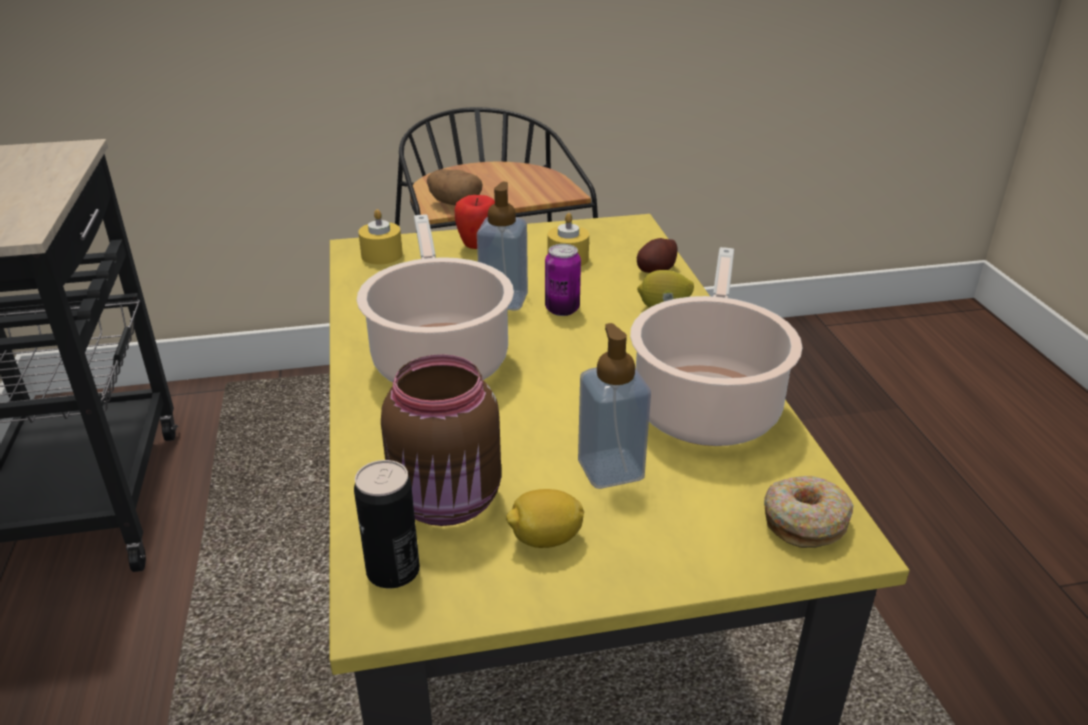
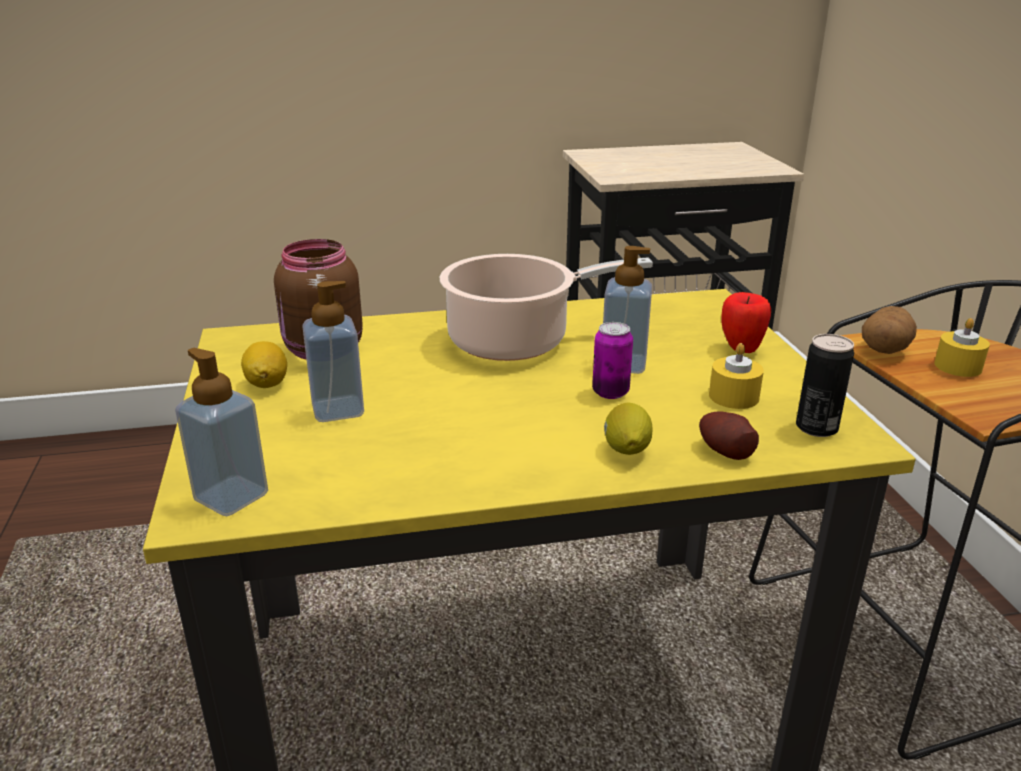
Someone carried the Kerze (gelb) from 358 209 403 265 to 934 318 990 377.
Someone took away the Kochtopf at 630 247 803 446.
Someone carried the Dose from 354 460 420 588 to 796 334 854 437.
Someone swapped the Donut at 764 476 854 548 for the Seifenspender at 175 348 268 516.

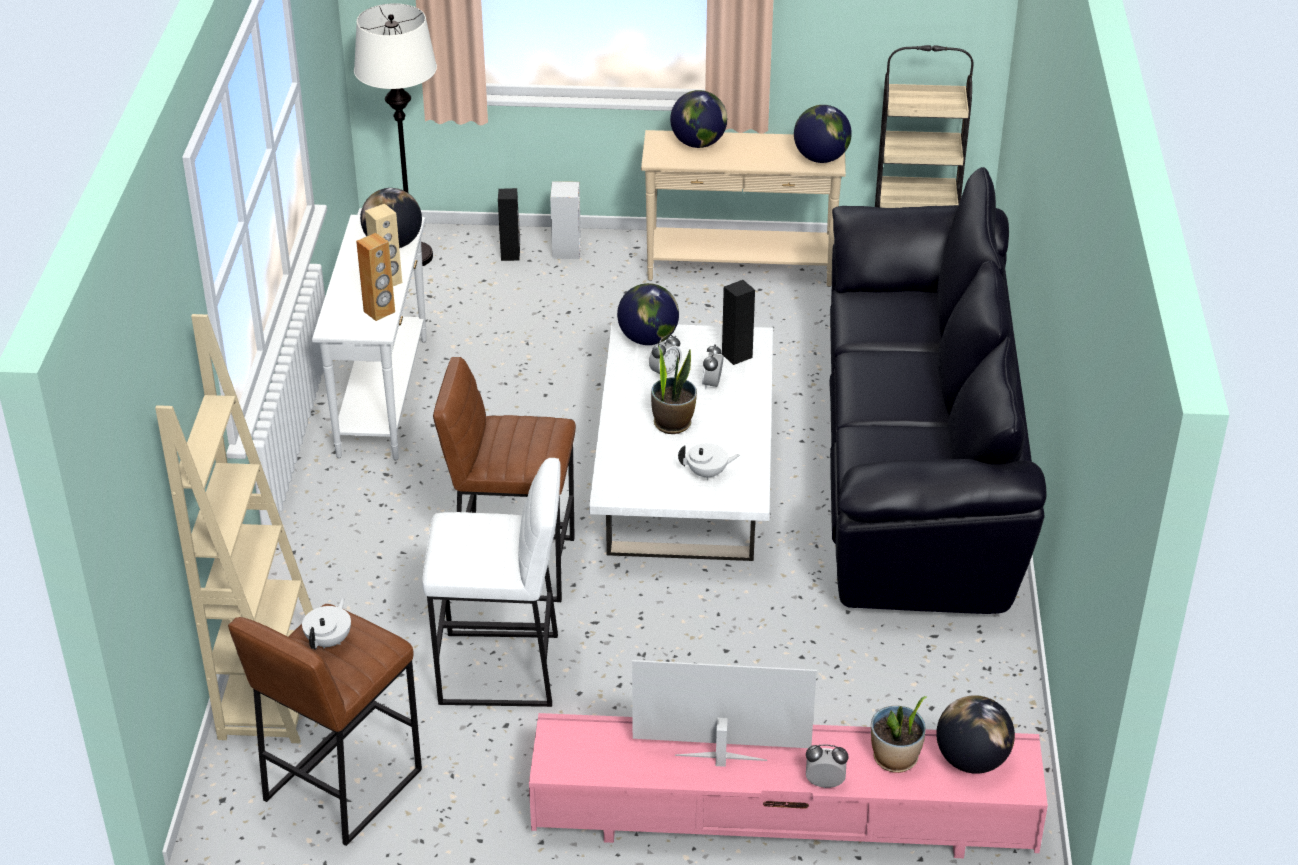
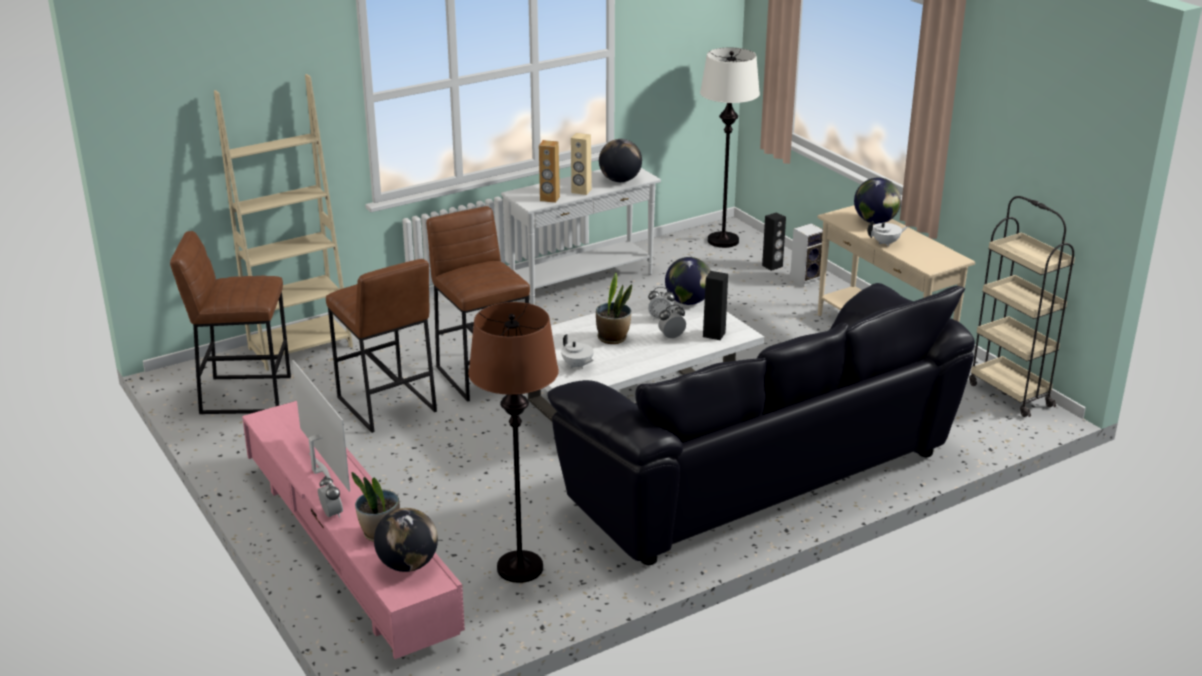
Someone took away the Globus at 794 105 852 163.
Someone repainted the Hocker (weiß) at 423 458 561 707, which became the Hocker (braun) at 326 259 437 433.
Someone carried the Teekanne (weiß) from 302 598 351 650 to 867 221 908 247.
Someone put down the Stehlampe (braun) at 468 302 559 583.

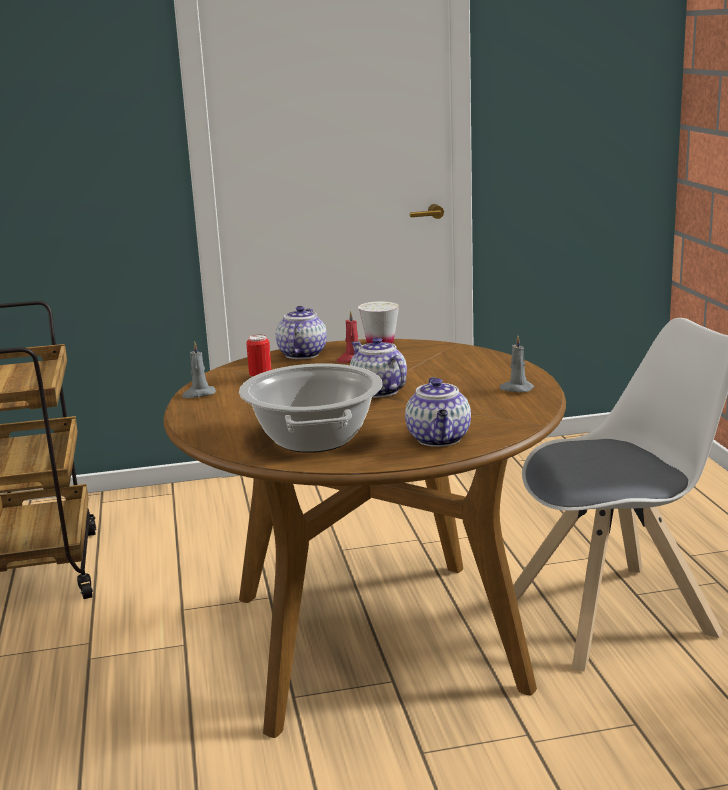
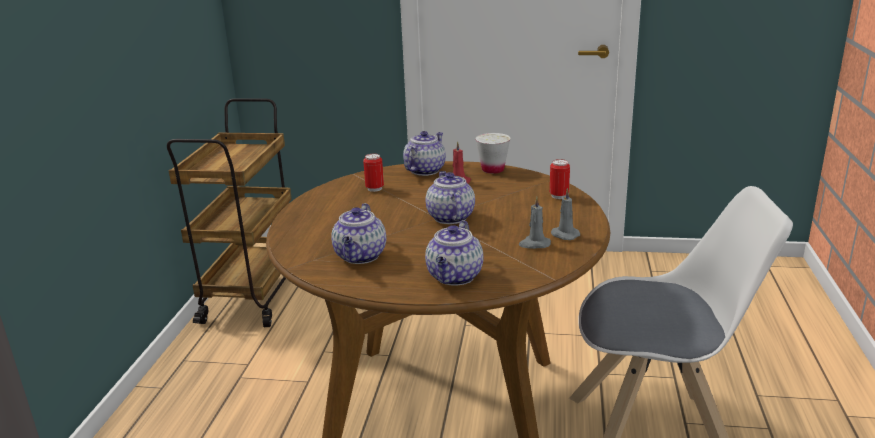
Someone carried the Kerze (grau) from 182 341 216 398 to 518 197 551 249.
Someone swapped the Kochtopf at 239 363 383 453 for the Teekanne at 331 203 386 264.
Someone put down the Dose at 550 159 570 199.

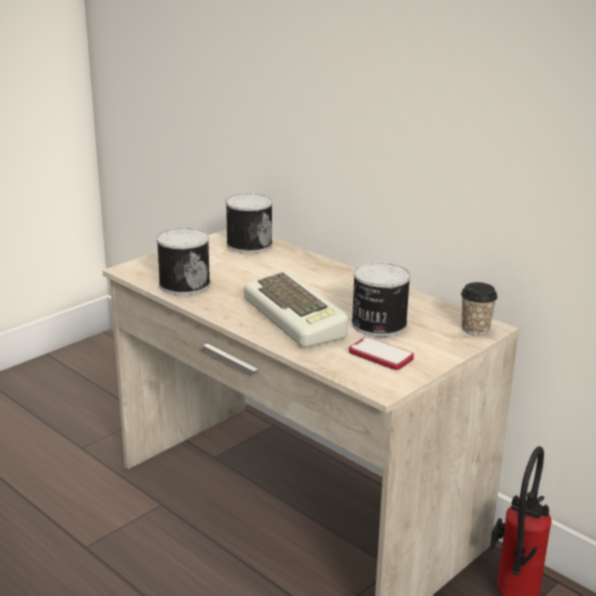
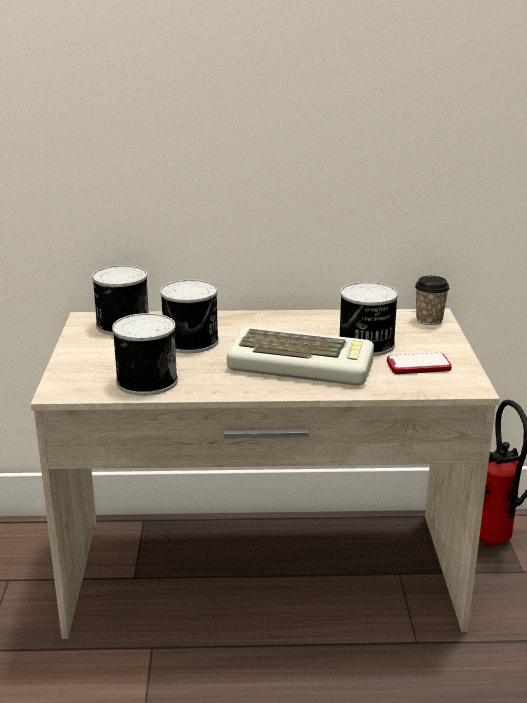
Someone put down the Dose at 160 279 219 353.

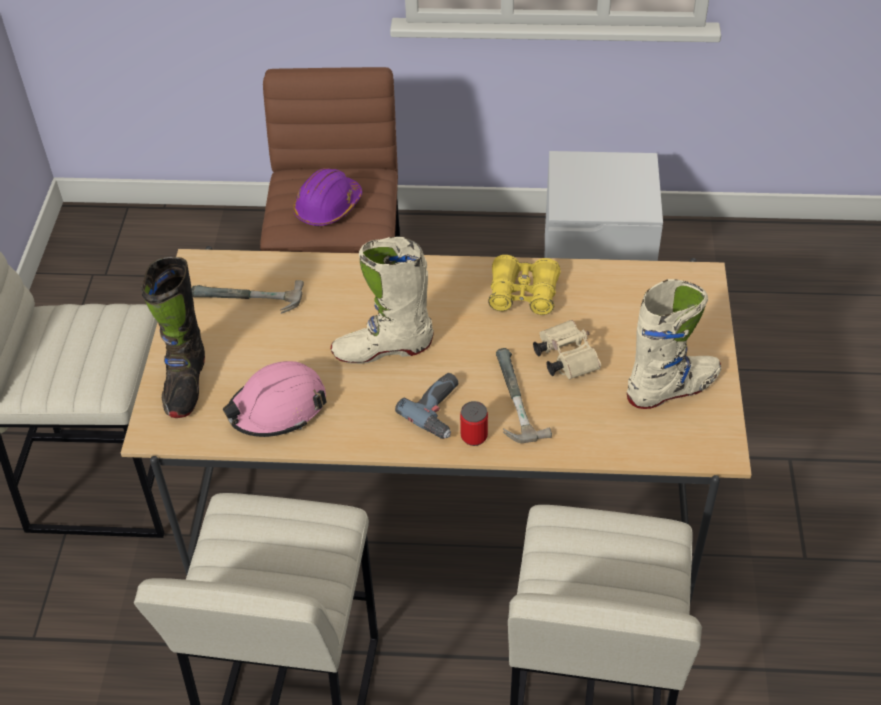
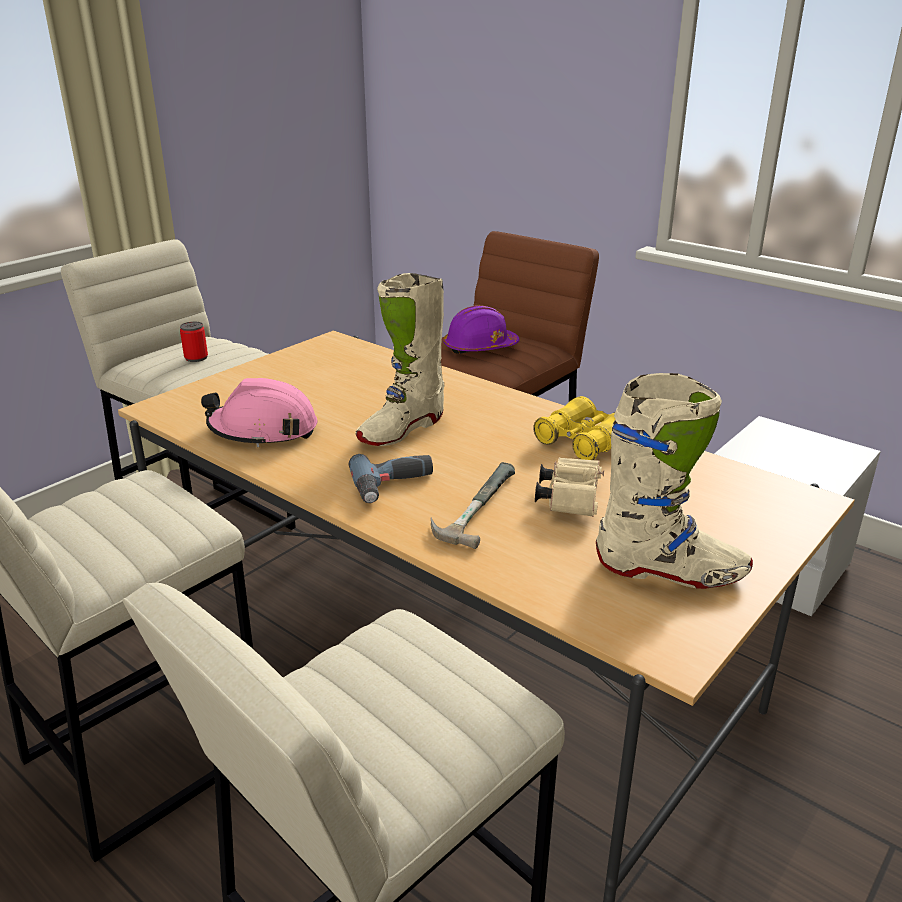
Someone rotated the Stiefel (beige) at 331 237 434 364 by 75 degrees counterclockwise.
Someone took away the Stiefel (schwarz) at 141 257 205 418.
Someone took away the Hammer at 192 280 304 314.
Someone carried the Dose from 460 401 488 446 to 180 322 208 362.

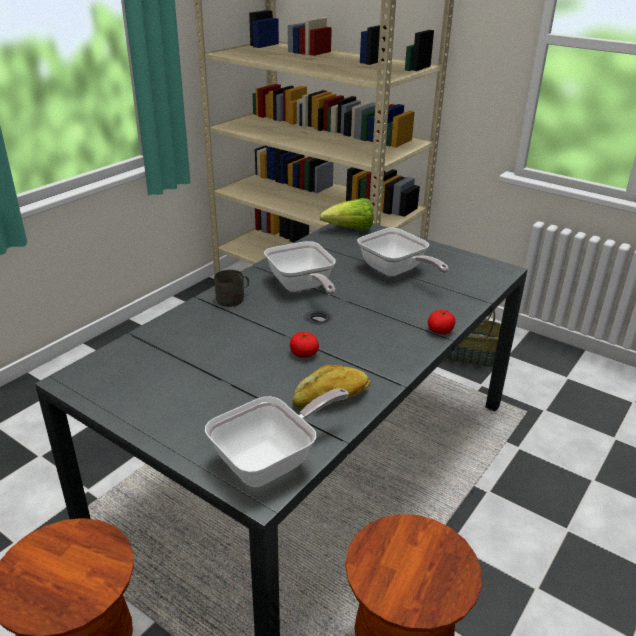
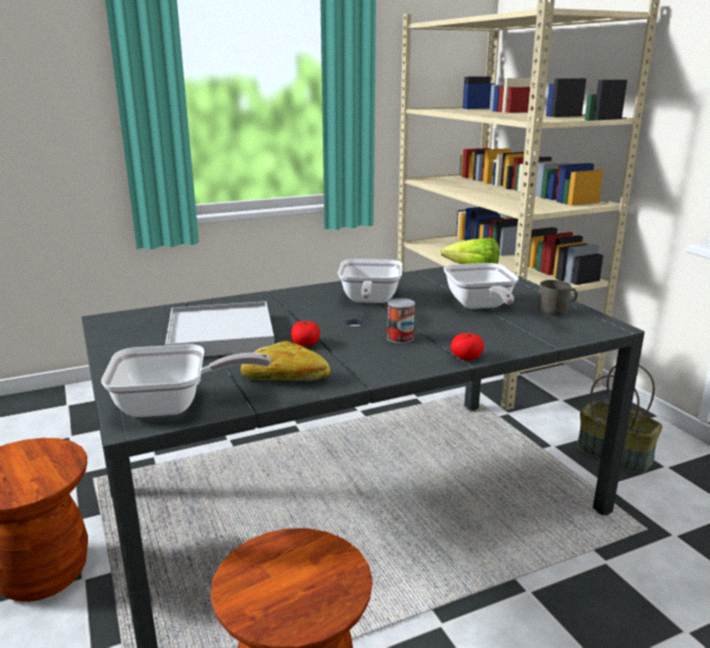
Someone carried the Henkelbecher (grau) from 214 270 249 307 to 538 280 577 316.
Someone put down the Dose at 387 298 415 343.
Someone put down the Tablett (weiß) at 165 301 274 357.

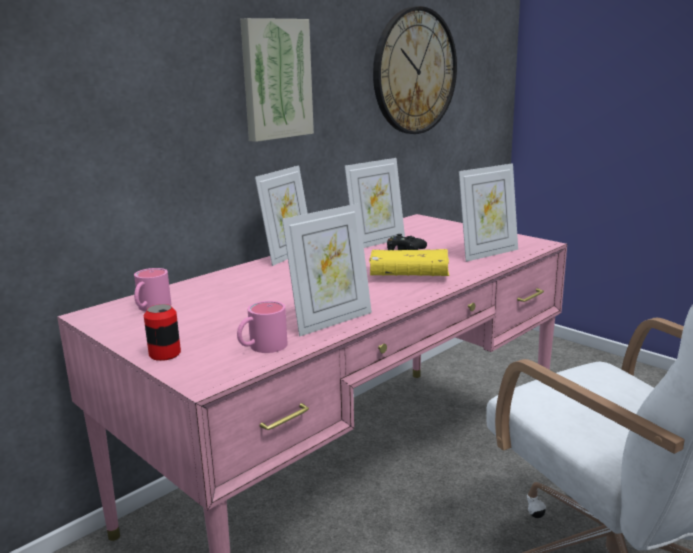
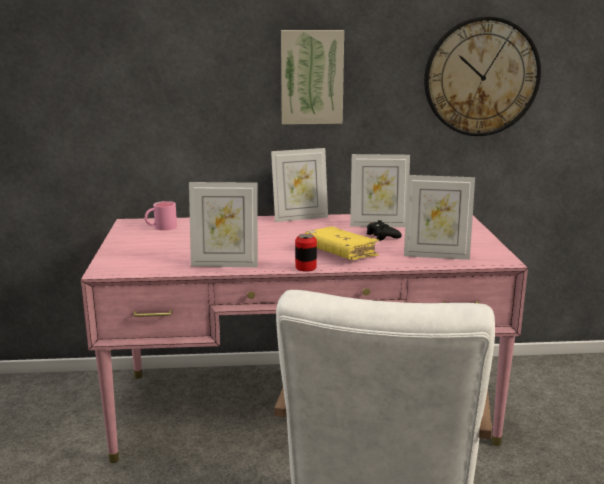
Someone took away the Henkelbecher (rosa) at 237 301 288 353.
Someone carried the Dose from 144 304 181 361 to 295 234 317 272.

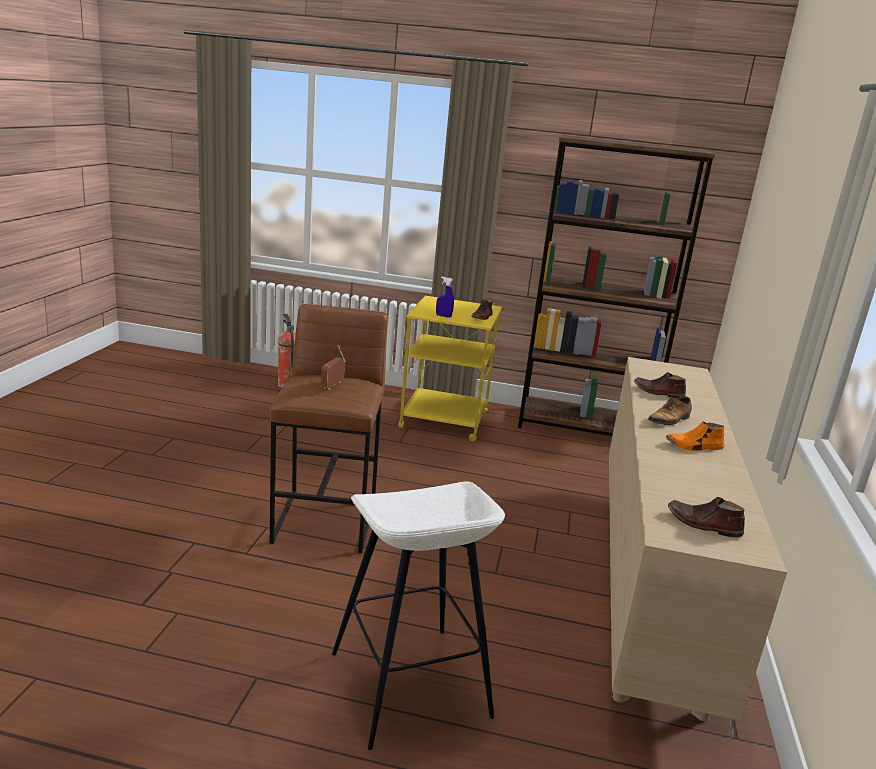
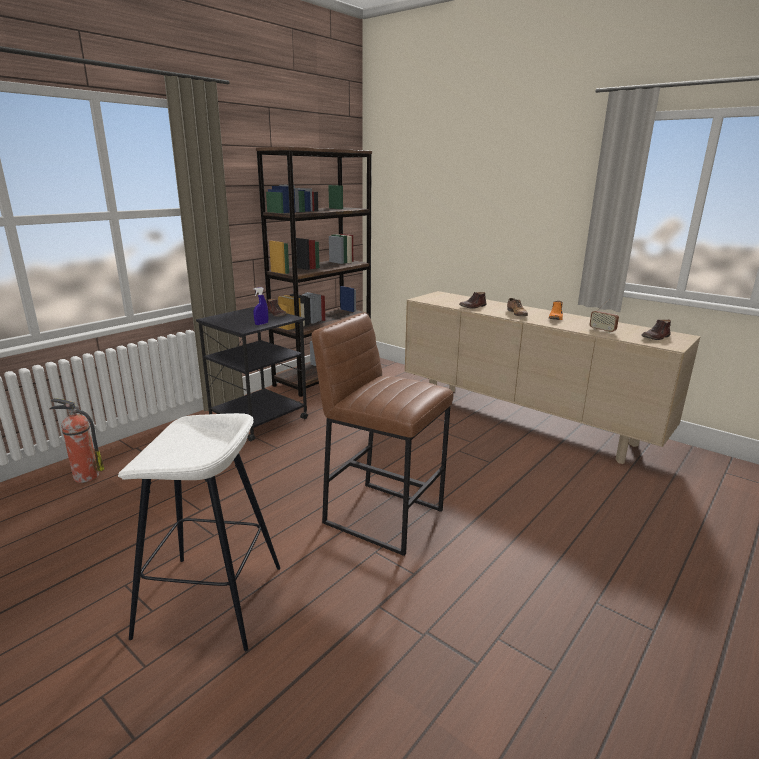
Someone repainted the Rollwagen (gelb) at 398 296 502 442, which became the Rollwagen (schwarz) at 196 306 308 441.
Someone carried the Radio from 321 345 346 390 to 589 299 619 333.
Someone carried the Hocker (weiß) from 332 481 505 750 to 118 413 281 651.

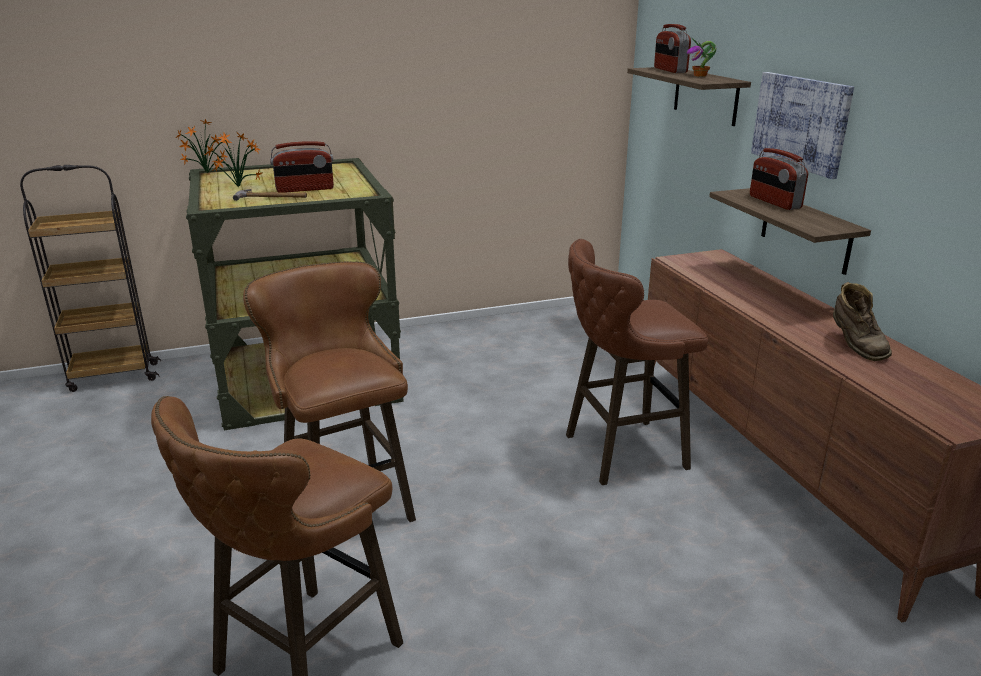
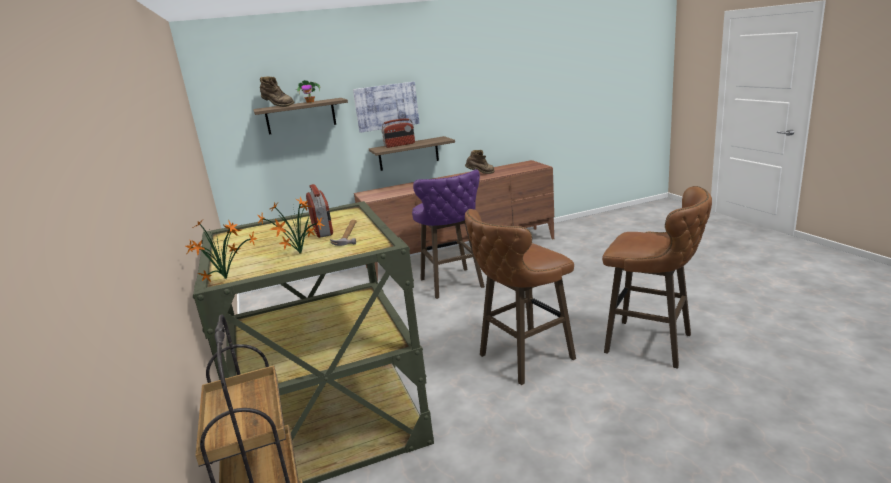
Someone swapped the Radio at 654 24 691 73 for the Stiefel (braun) at 260 77 294 107.
Someone repainted the Hocker (braun) at 566 239 708 485, which became the Hocker (lila) at 412 169 485 299.

